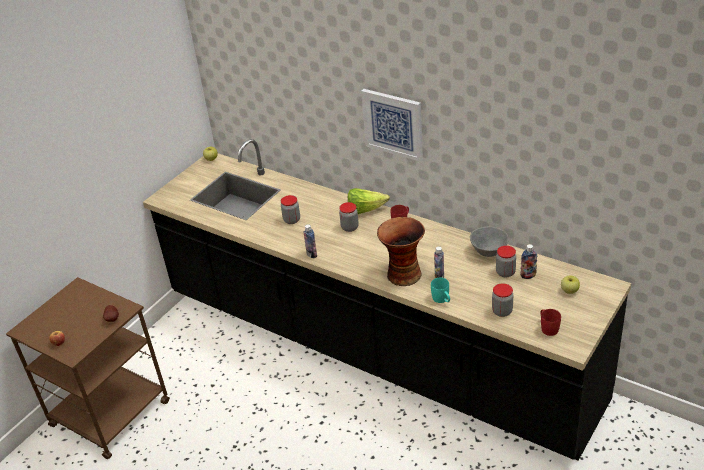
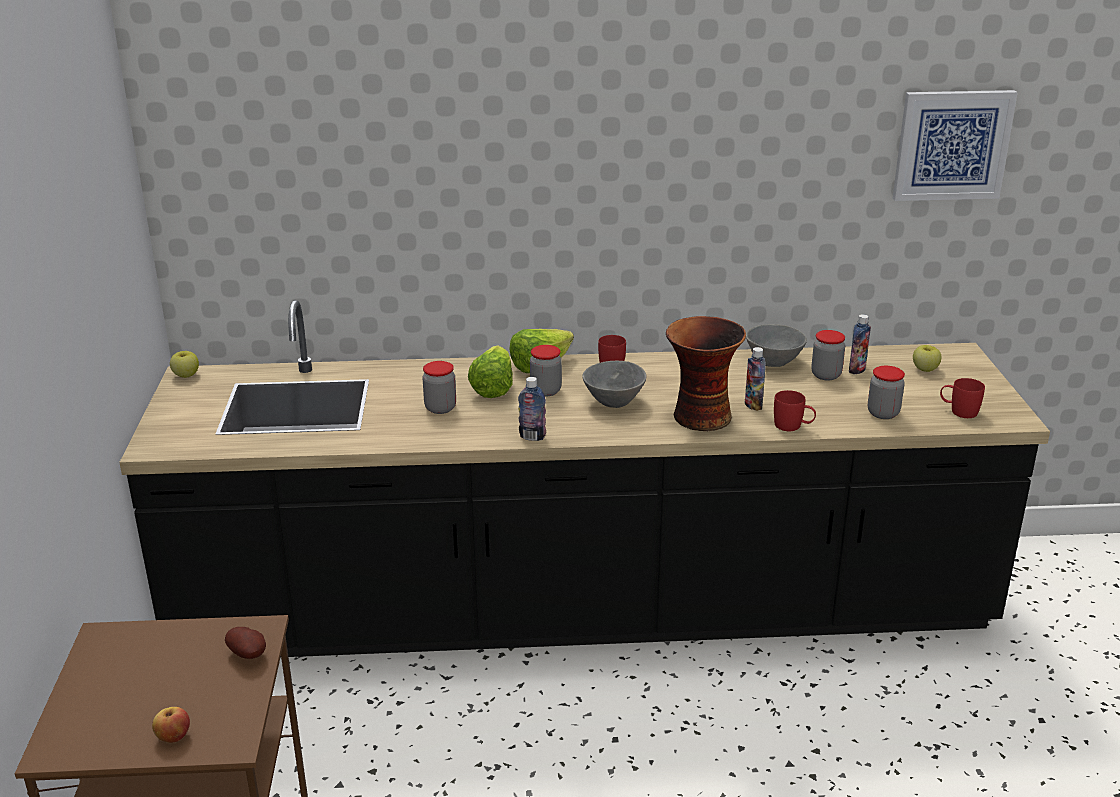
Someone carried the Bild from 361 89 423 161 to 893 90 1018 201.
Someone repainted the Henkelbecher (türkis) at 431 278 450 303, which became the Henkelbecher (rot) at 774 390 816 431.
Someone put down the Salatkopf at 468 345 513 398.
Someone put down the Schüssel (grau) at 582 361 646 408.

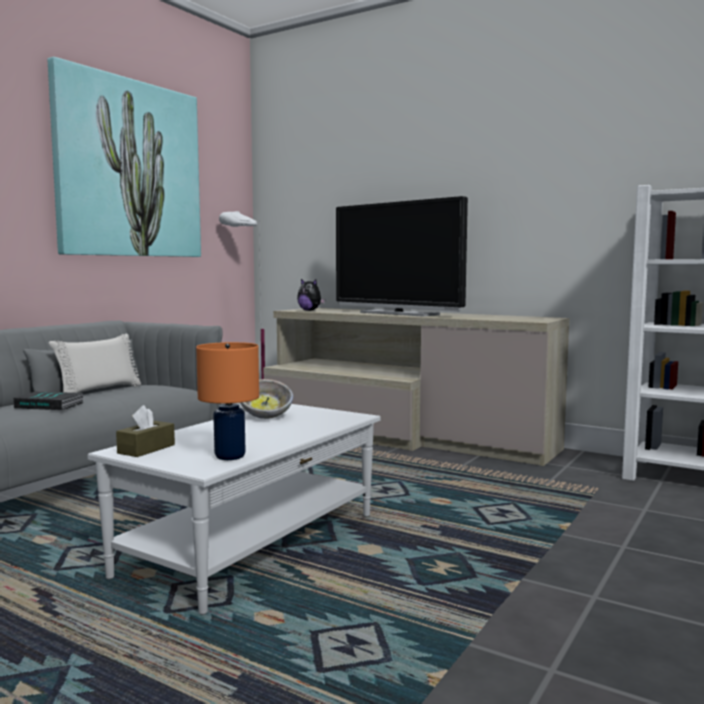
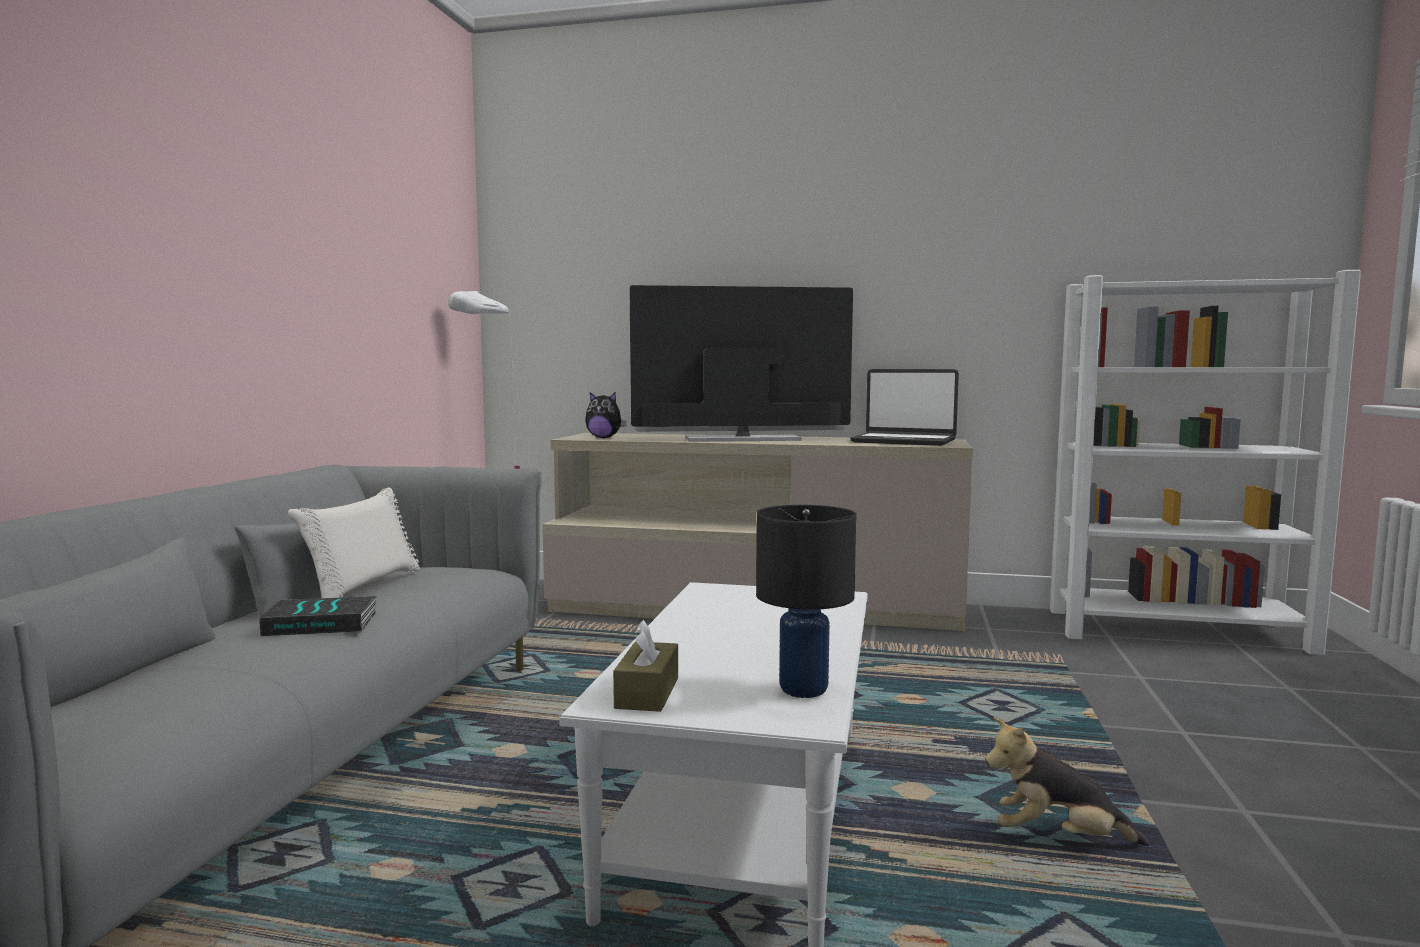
Someone took away the Bild at 48 57 201 257.
Someone rotated the Fernseher at 336 196 468 317 by 150 degrees clockwise.
Someone repainted the Tischlampe (orange) at 196 342 259 460, which became the Tischlampe (schwarz) at 756 505 856 698.
Someone took away the Schüssel at 241 379 293 419.
Someone put down the Laptop at 850 369 959 446.
Someone put down the Plüschtier at 985 717 1150 846.

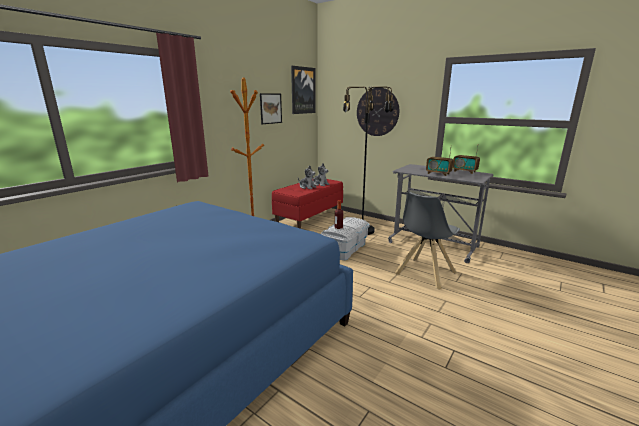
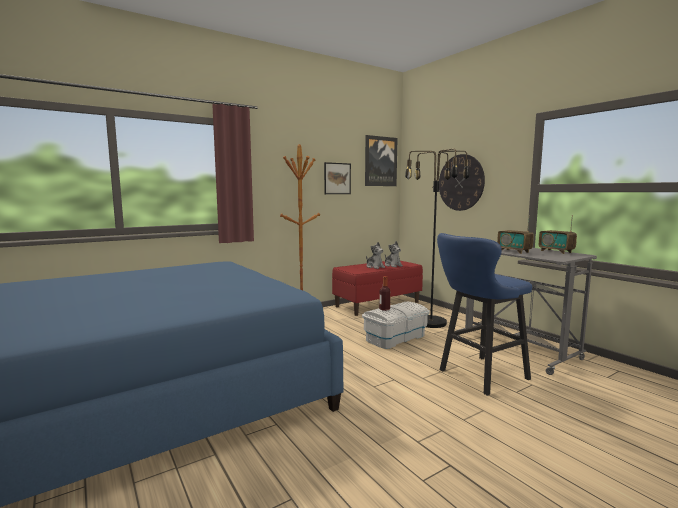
Someone swapped the Stuhl (grau) at 394 192 460 289 for the Hocker (blau) at 437 233 532 396.

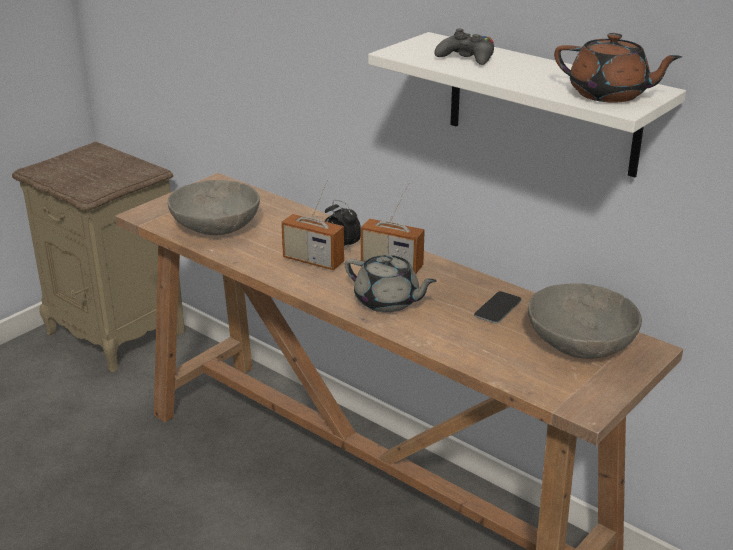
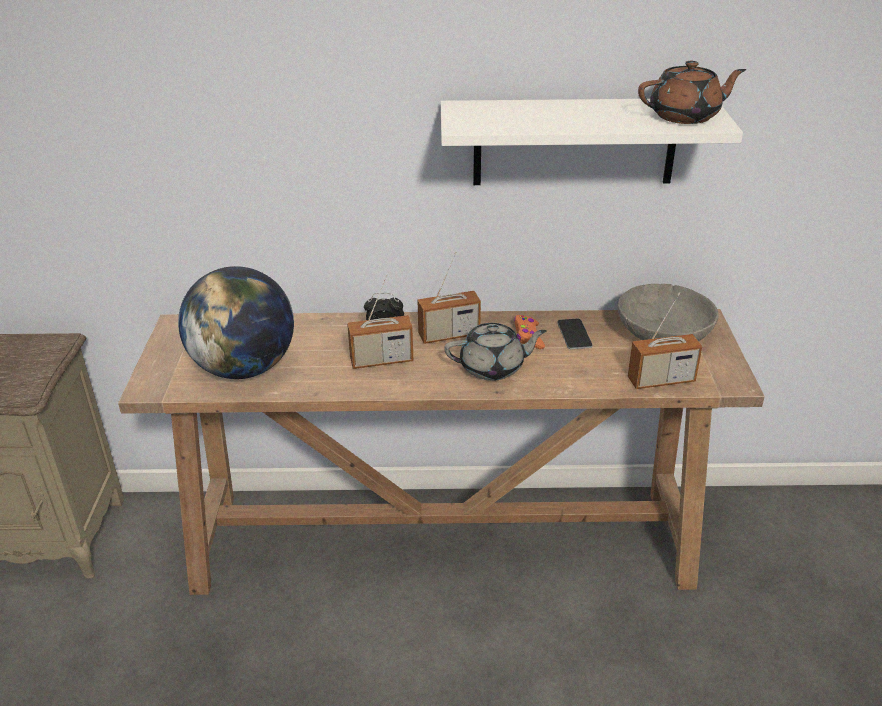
Someone took away the Gamepad (schwarz) at 435 29 494 65.
Someone swapped the Schüssel (grau) at 167 180 260 236 for the Globus at 178 266 294 379.
Someone put down the Radio at 628 292 702 389.
Someone put down the Gamepad (orange) at 514 315 545 349.

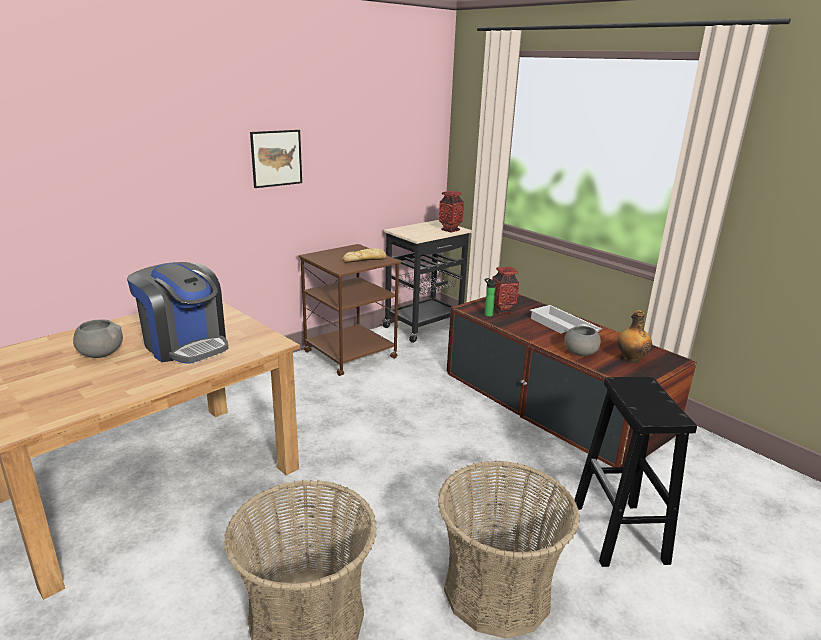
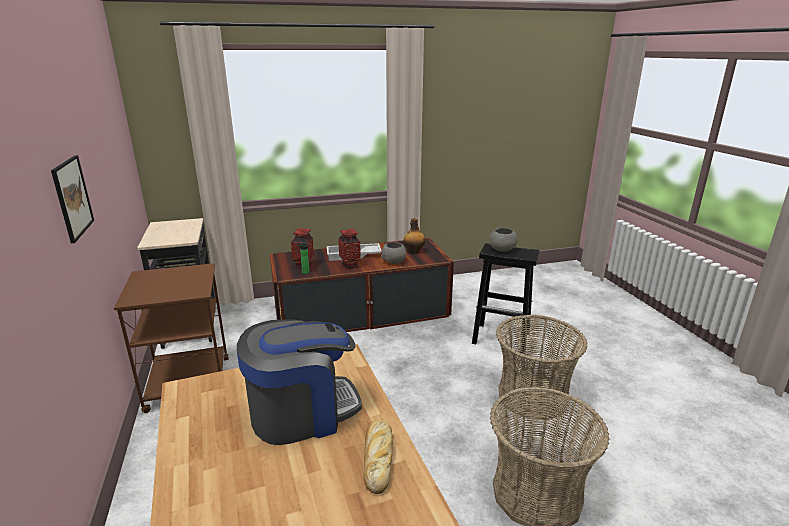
Someone carried the Vase from 439 190 464 233 to 338 229 361 269.
Someone carried the Brot from 343 248 387 263 to 363 420 393 494.
Someone carried the Schüssel (grau) from 73 319 123 358 to 489 228 518 252.

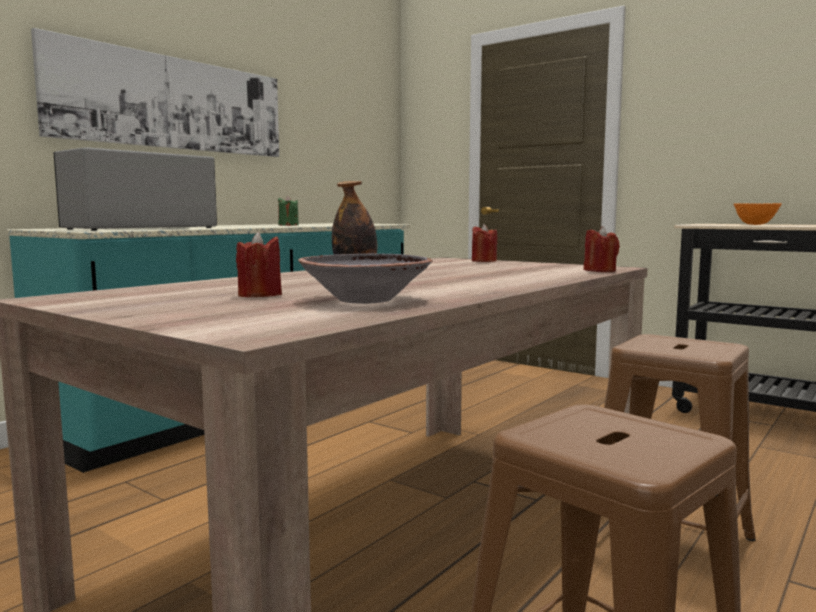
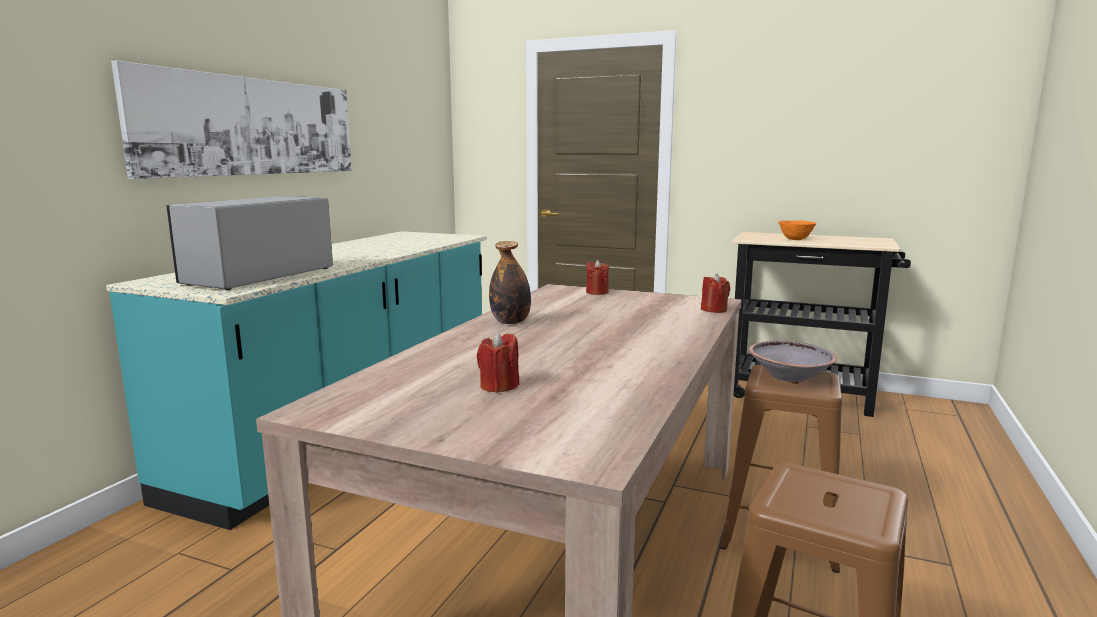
Someone took away the Kerze (grün) at 278 196 299 226.
Someone carried the Schüssel (grau) from 298 254 433 304 to 749 341 837 382.

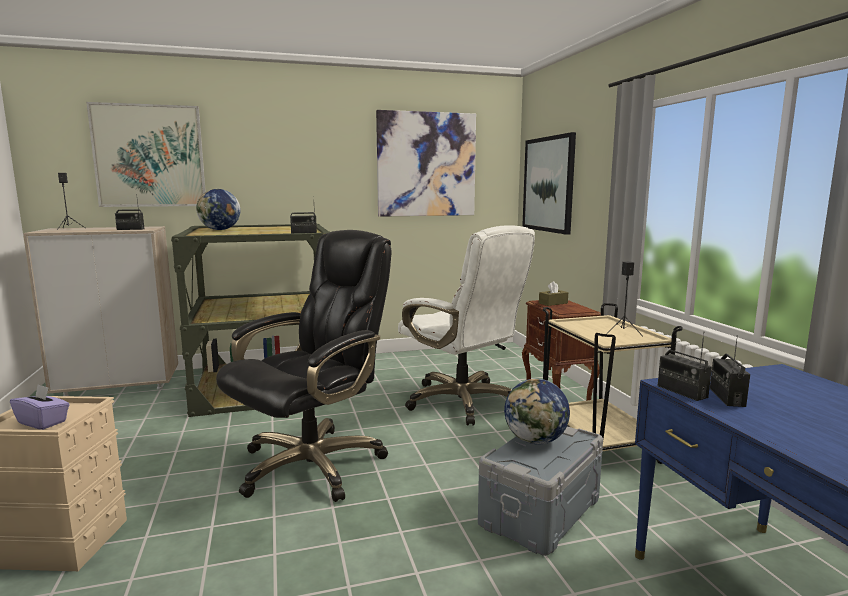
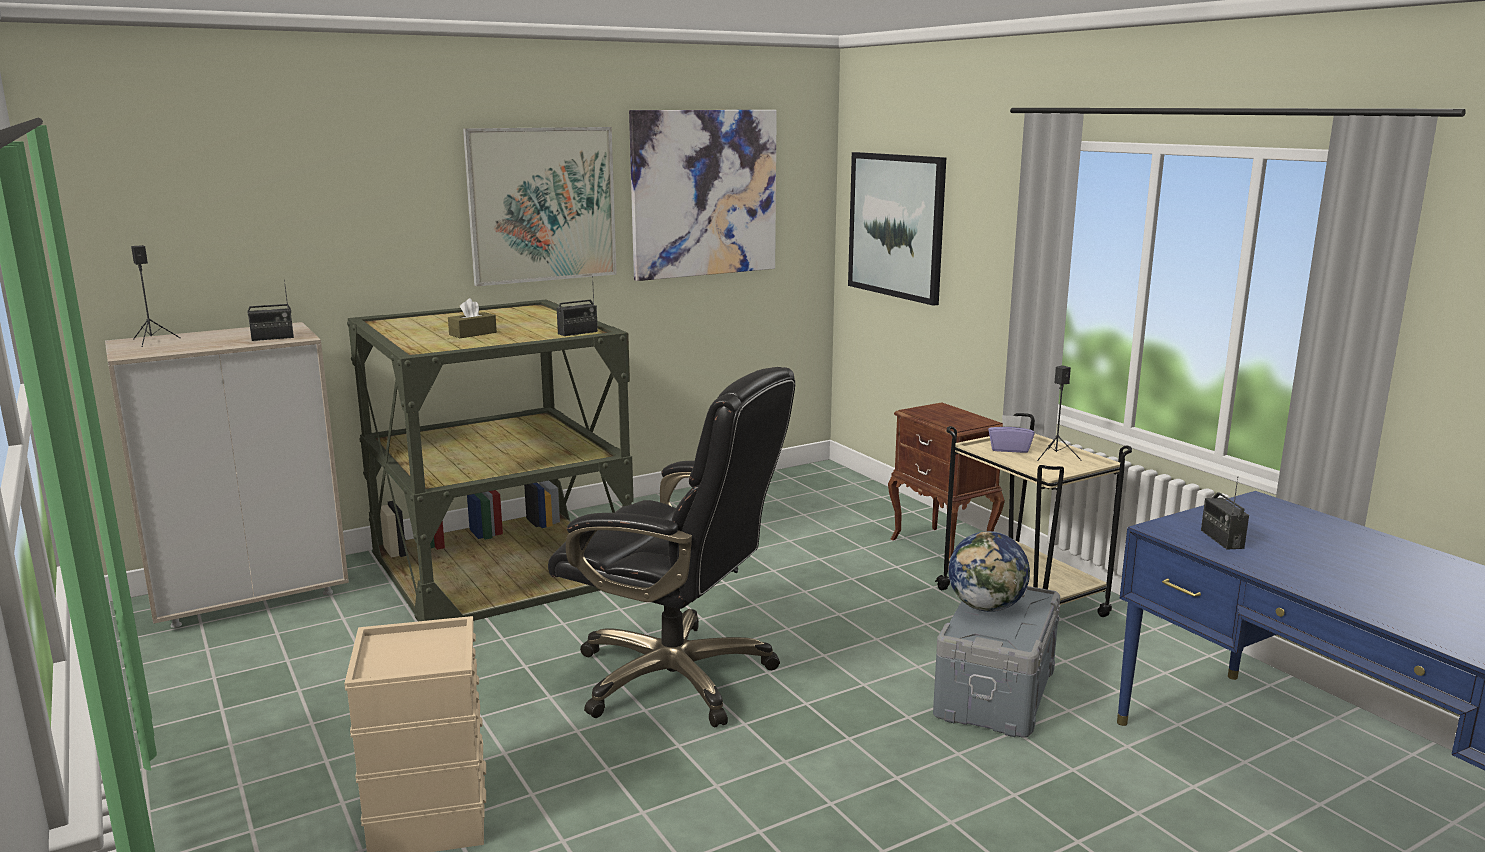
Someone carried the Bild from 86 102 206 207 to 463 127 617 286.
Someone took away the Globus at 196 189 241 230.
Someone took away the Bürostuhl (weiß) at 398 225 535 425.
Someone rotated the Bürostuhl (schwarz) at 216 230 391 502 by 90 degrees clockwise.
Someone carried the Taschentuchbox (braun) from 539 281 568 306 to 448 298 497 338.
Someone took away the Radio at 658 332 712 401.
Someone carried the Taschentuchbox (lila) from 10 384 70 430 to 988 415 1034 453.

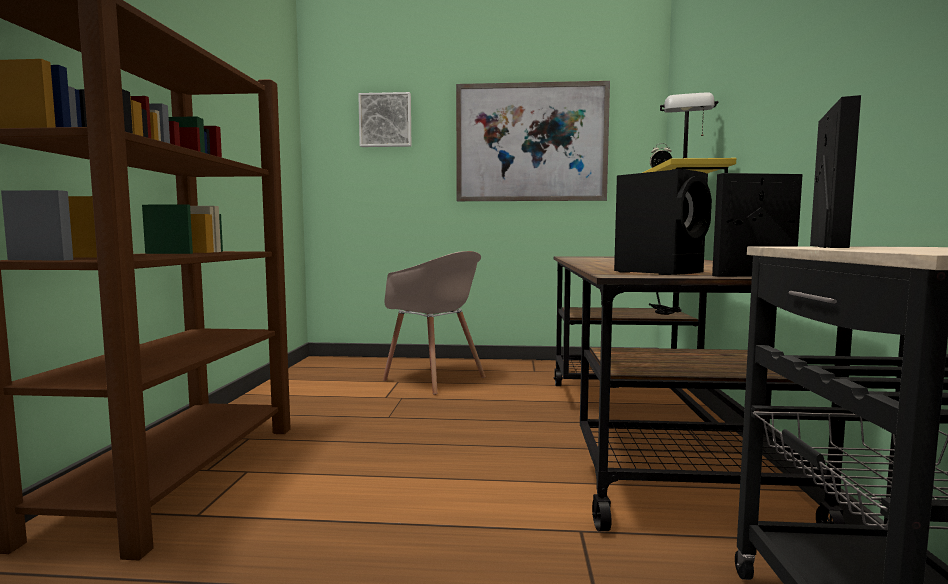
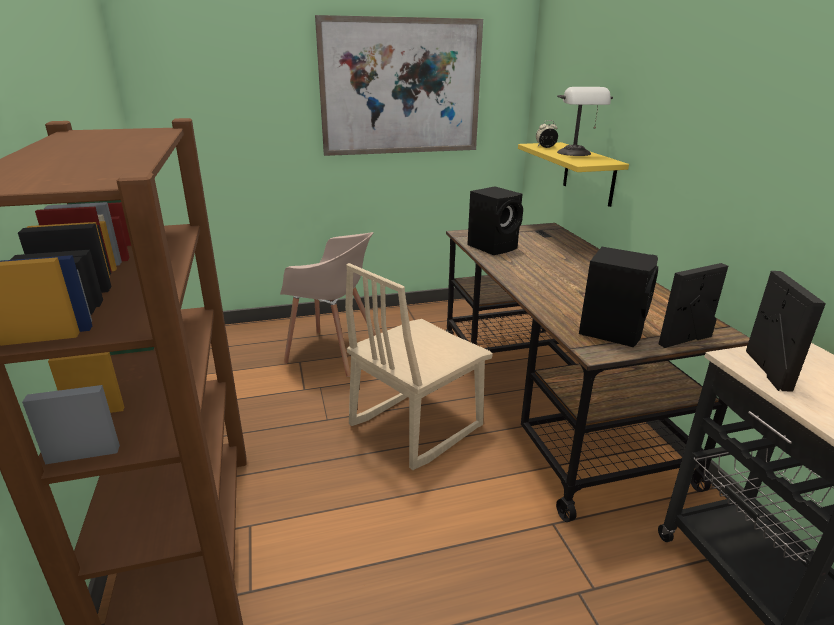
Someone took away the Bild at 358 92 411 147.
Someone put down the Lautsprecher (schwarz) at 467 186 523 255.
Someone put down the Stuhl (beige) at 345 263 493 470.

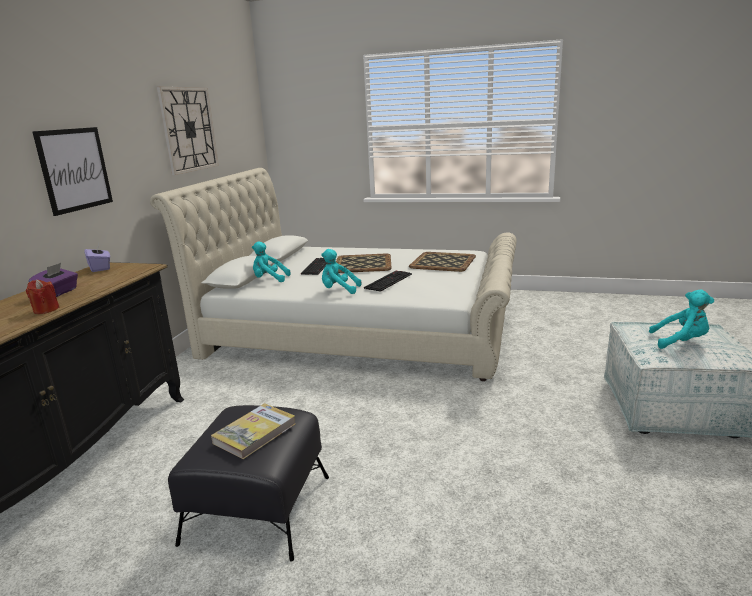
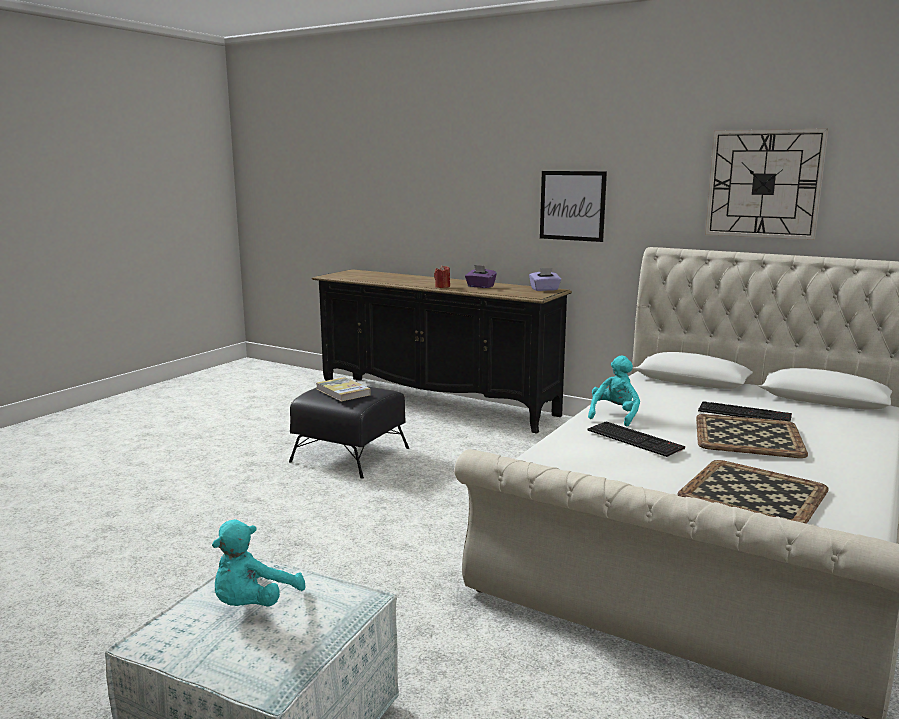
Someone took away the Plüschtier (türkis) at 252 242 290 282.

